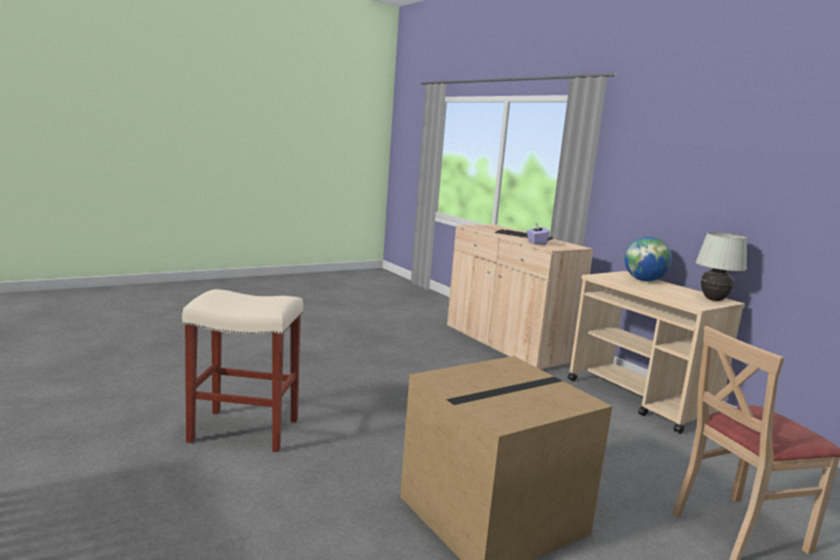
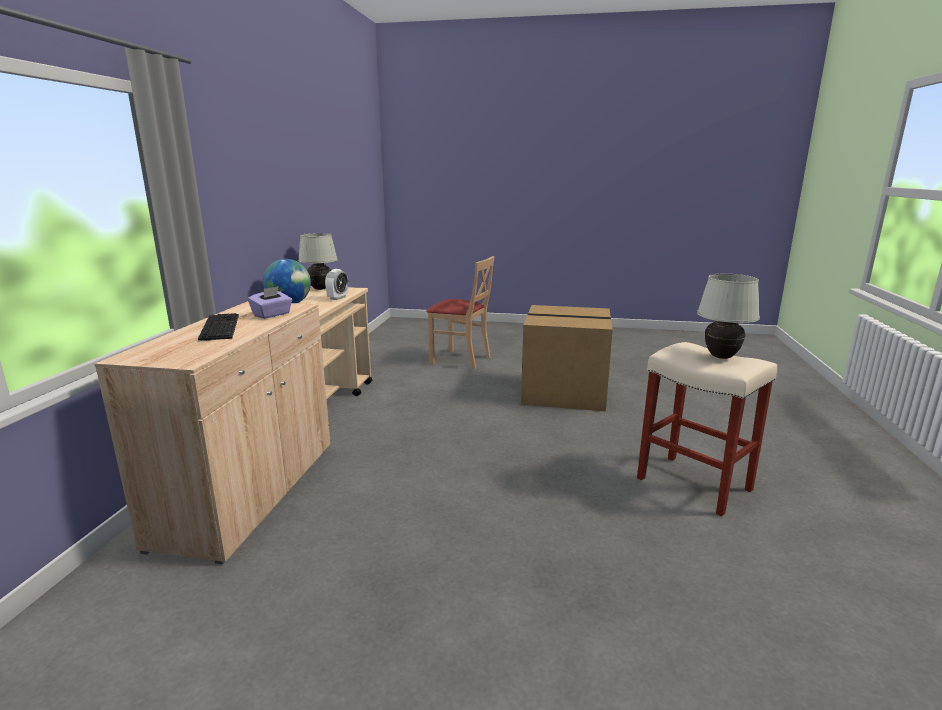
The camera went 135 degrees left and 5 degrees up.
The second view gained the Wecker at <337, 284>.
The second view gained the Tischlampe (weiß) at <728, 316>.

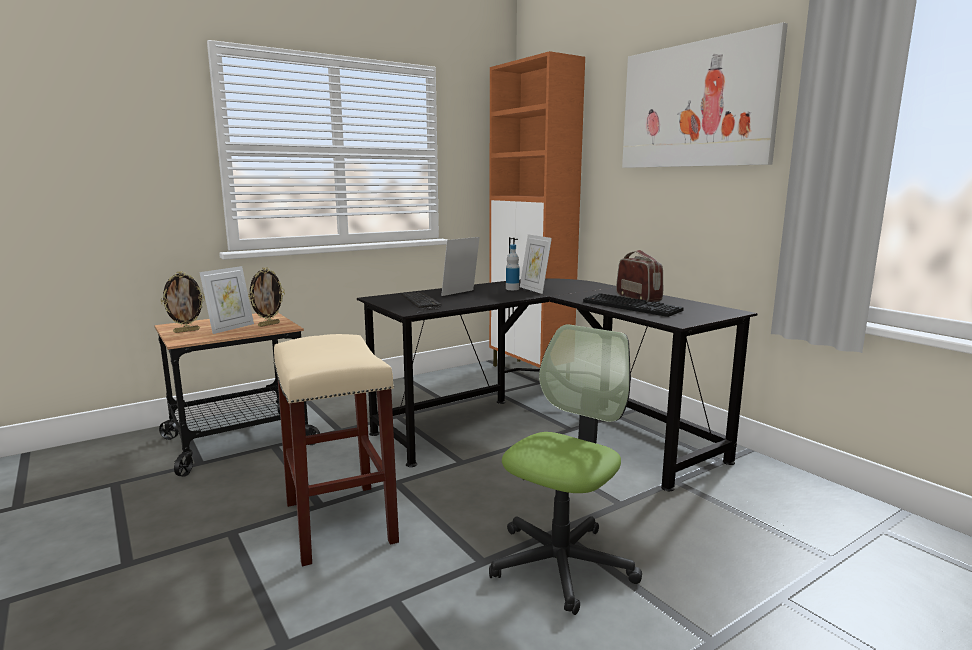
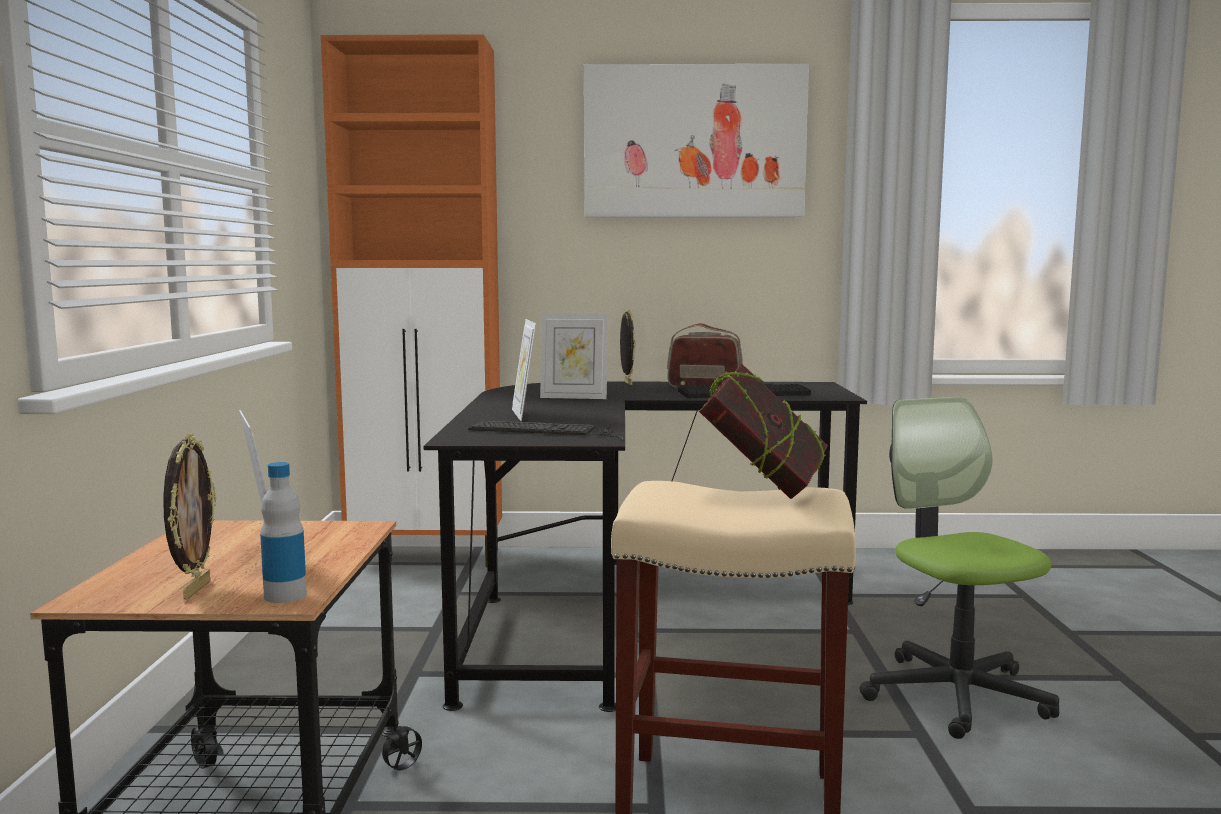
The camera went 55 degrees left and 5 degrees down.
The second view gained the Buch at <763, 431>.
The Bilderrahmen ended up elsewhere, having gone from <266, 297> to <628, 347>.
The Flasche ended up elsewhere, having gone from <512, 267> to <283, 532>.

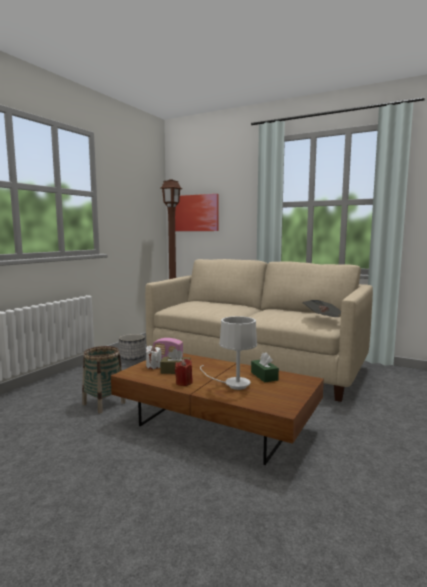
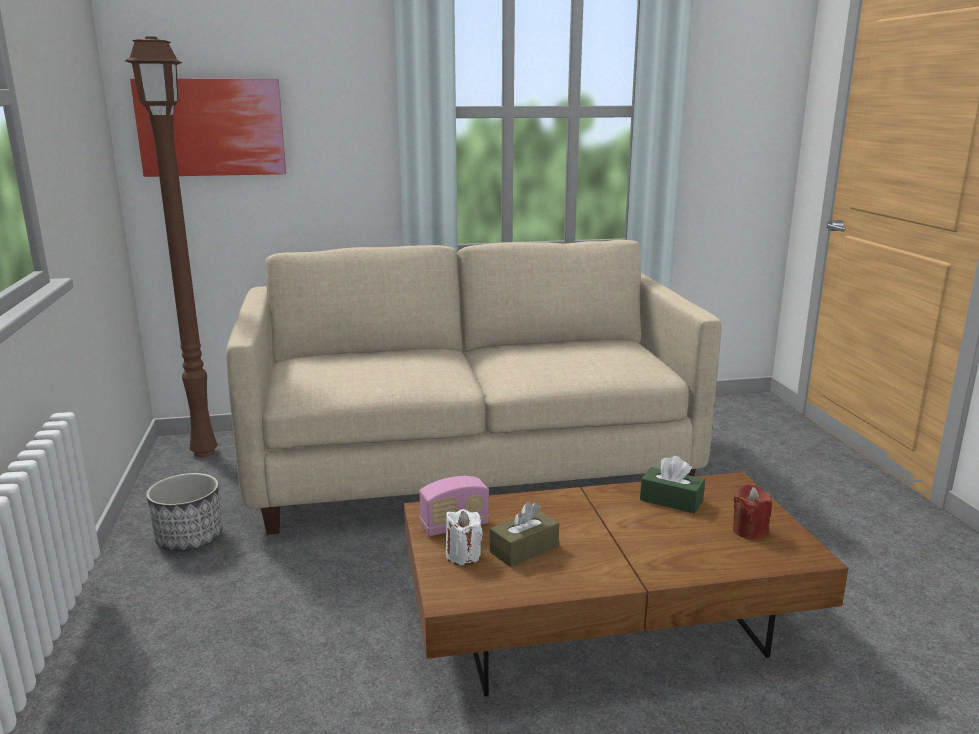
The camera went 40 degrees left and 10 degrees up.
The second view lost the Korb at <104, 379>.
The second view lost the Tischlampe (weiß) at <228, 353>.
The second view lost the Zeitung at <322, 308>.
The Kerze (rot) ended up elsewhere, having gone from <184, 372> to <752, 511>.

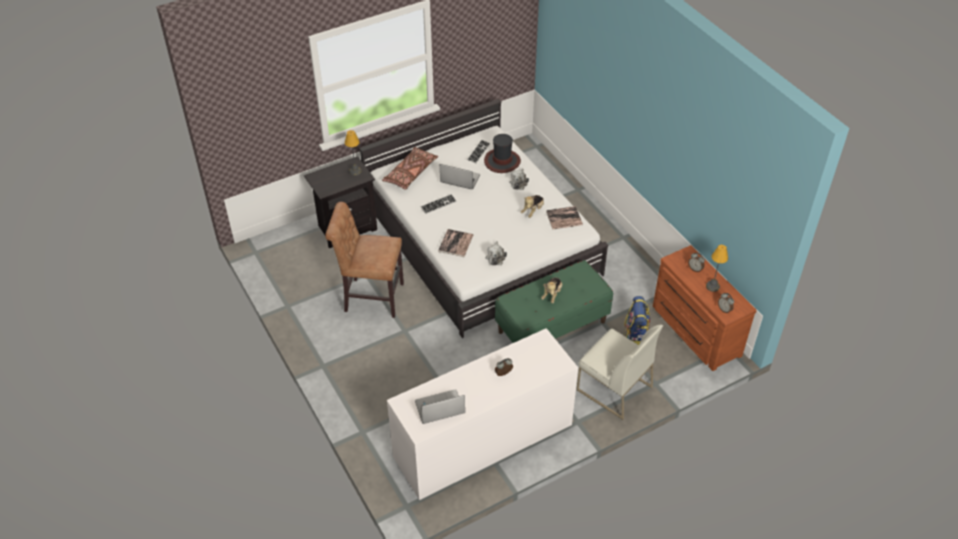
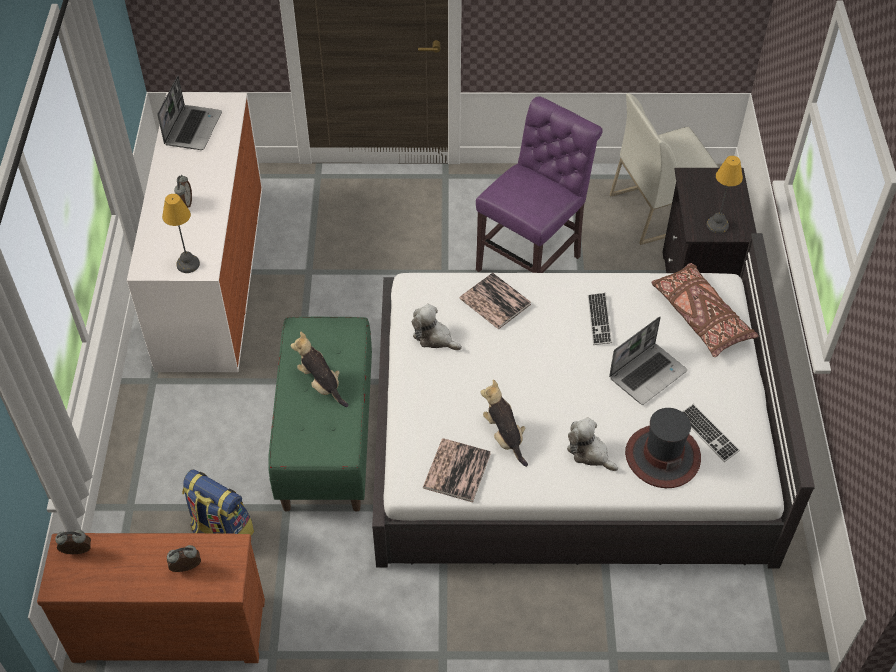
The camera went 120 degrees right and 5 degrees up.
The Stuhl (weiß) ended up elsewhere, having gone from <619, 372> to <664, 169>.
The Tischlampe ended up elsewhere, having gone from <717, 268> to <181, 233>.
What was the Stuhl (braun) at <364, 260> turned into the Stuhl (lila) at <539, 184>.

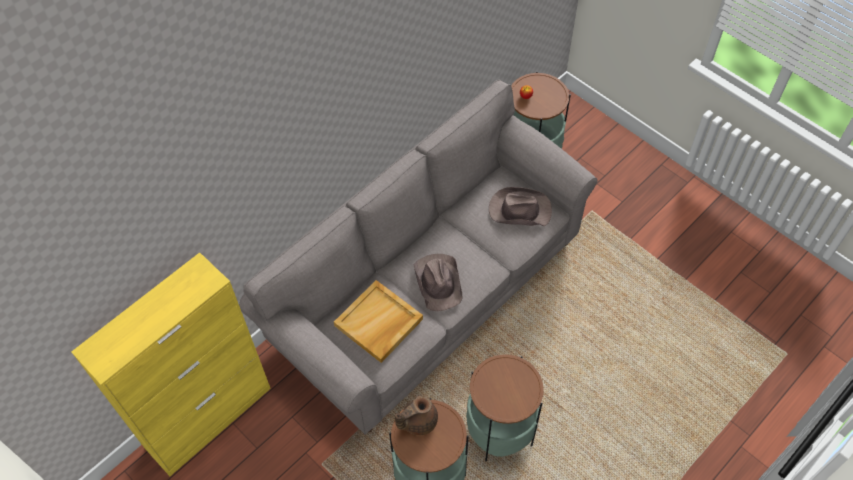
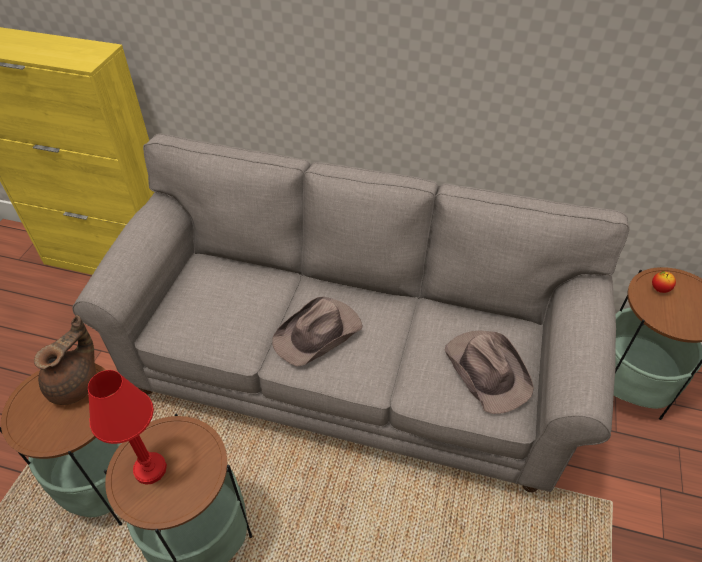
The camera went 60 degrees right and 10 degrees down.
The second view lost the Tablett (beige) at <378, 321>.
The second view gained the Tischlampe (rot) at <127, 427>.
The Teekanne (braun) at <416, 415> ended up facing another way, 90 degrees clockwise from before.

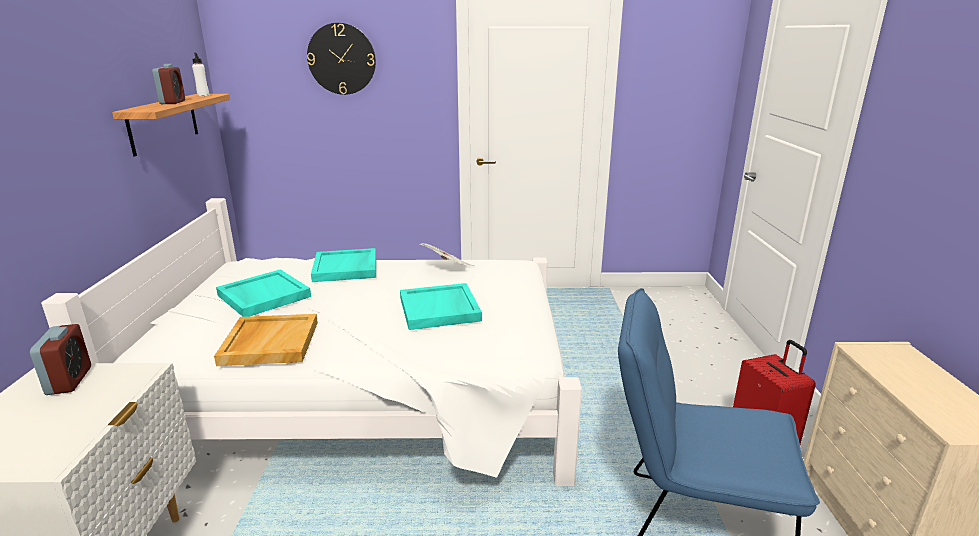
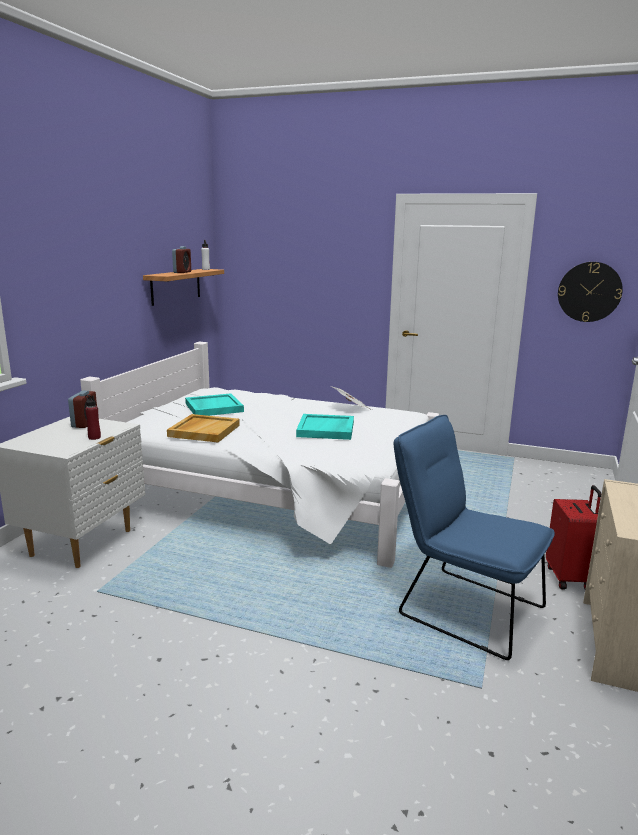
The camera went 20 degrees right and 5 degrees down.
The second view lost the Tablett (türkis) at <343, 265>.
The second view gained the Flasche (rot) at <93, 417>.
The Wanduhr ended up elsewhere, having gone from <341, 59> to <590, 292>.

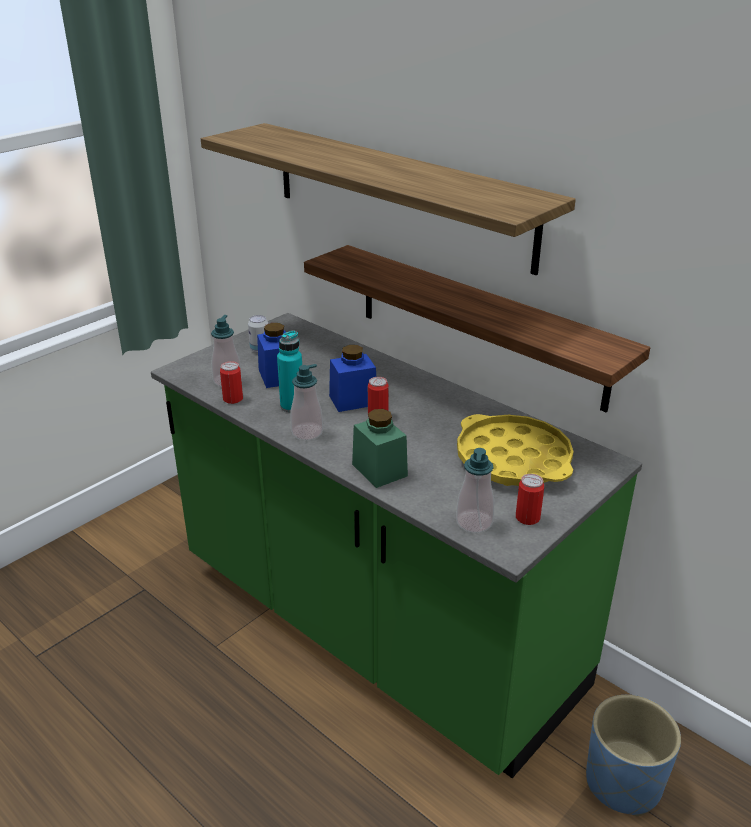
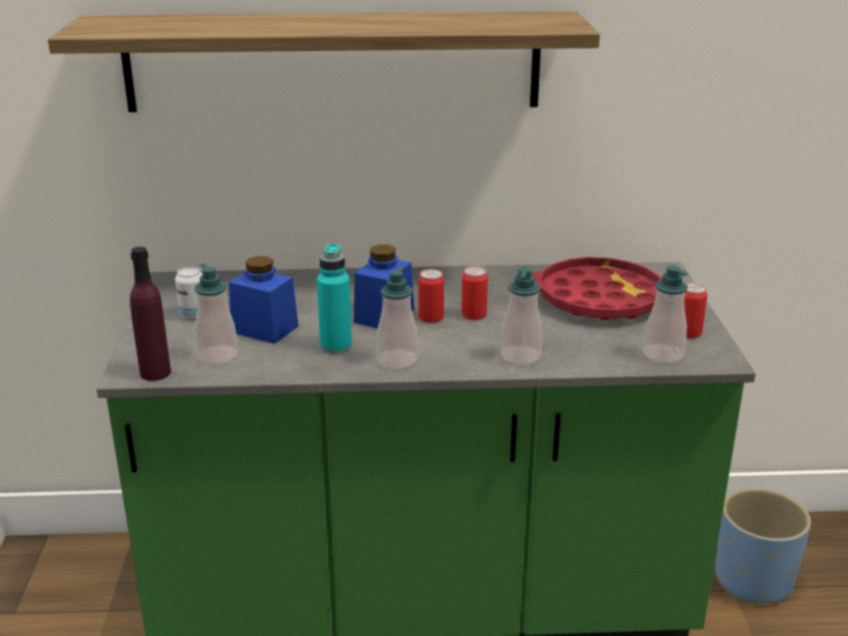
The camera went 45 degrees left and 5 degrees down.
The second view lost the Wandregal at <477, 328>.
The second view gained the Flasche (lila) at <150, 314>.
The Dose ended up elsewhere, having gone from <231, 382> to <474, 293>.
Where the Vorratsglas (grün) stood at <380, 448>, the Seifenspender came to stand at <521, 316>.
What was the Tablett (gelb) at <515, 450> turned into the Tablett (rot) at <596, 288>.

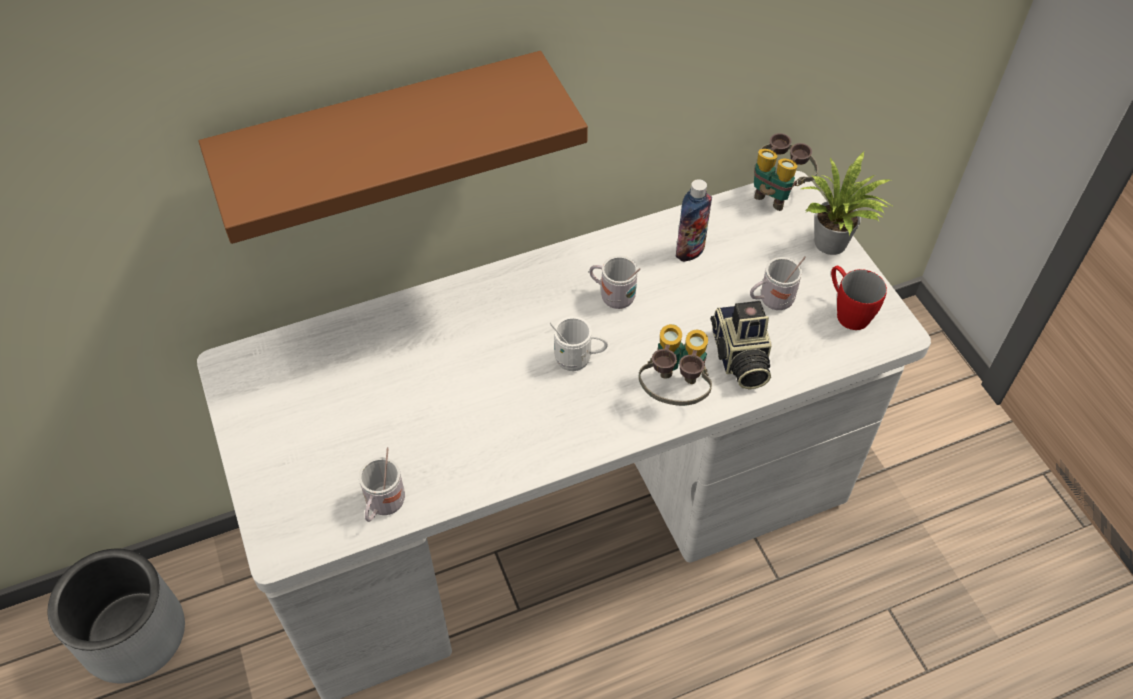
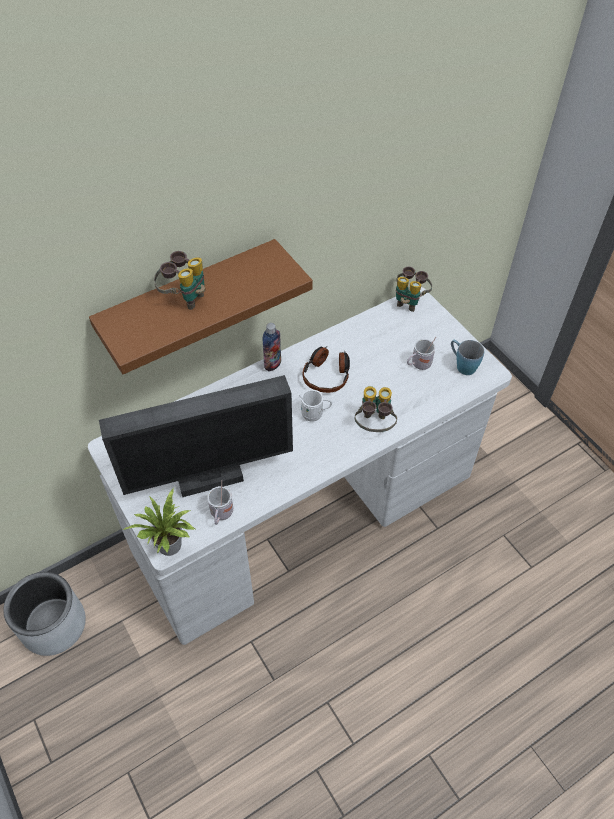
The camera went 10 degrees left and 0 degrees up.
The second view lost the Kamera at <741, 345>.
The second view gained the Monitor at <196, 436>.
The second view gained the Fernglas at <180, 280>.
The Flasche ended up elsewhere, having gone from <694, 220> to <272, 347>.
The Topfpflanze ended up elsewhere, having gone from <847, 203> to <159, 522>.
Where the Henkelbecher (weiß) stood at <614, 282>, the Kopfhörer came to stand at <326, 370>.
What was the Henkelbecher (rot) at <859, 298> turned into the Henkelbecher (blau) at <467, 357>.

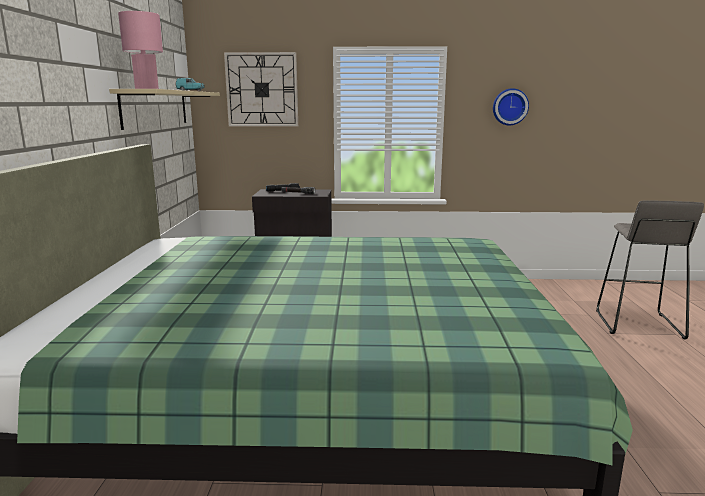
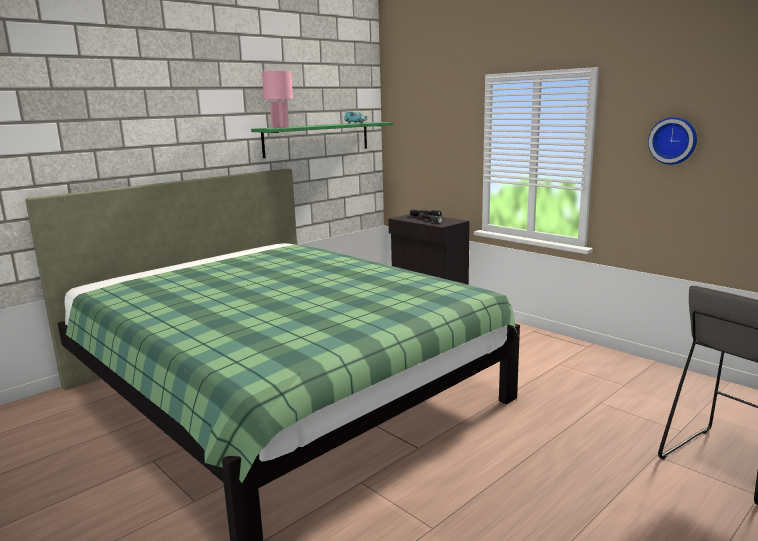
The camera went 45 degrees right and 0 degrees up.
The second view lost the Wanduhr at <261, 89>.
What was the Wandregal (beige) at <164, 109> turned into the Wandregal (grün) at <322, 140>.

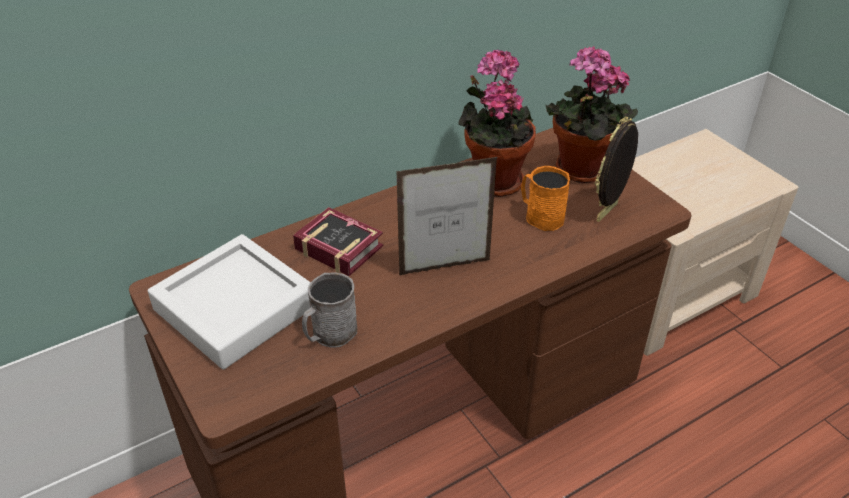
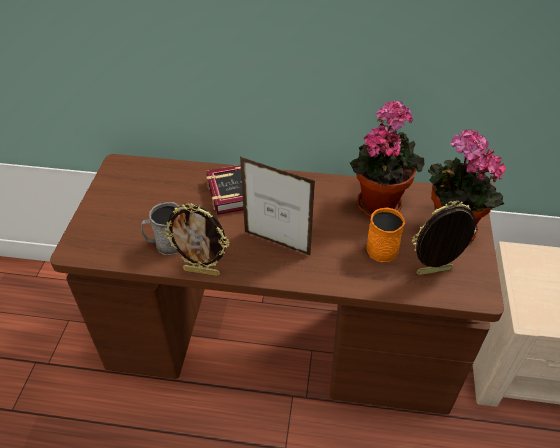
The camera went 40 degrees right and 5 degrees up.
The second view lost the Tablett (weiß) at <229, 302>.
The second view gained the Bilderrahmen at <196, 239>.

